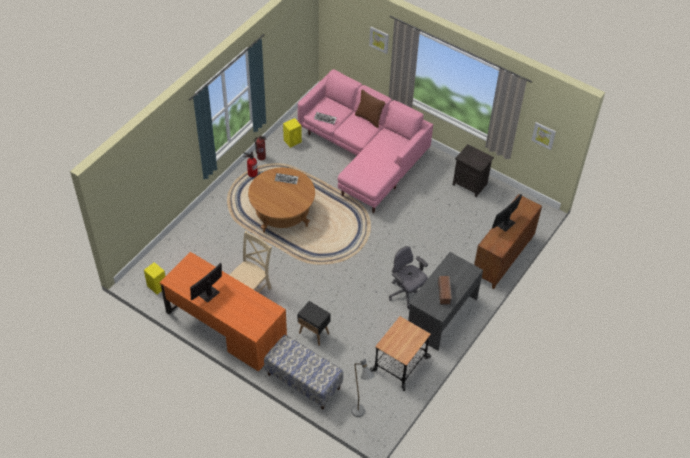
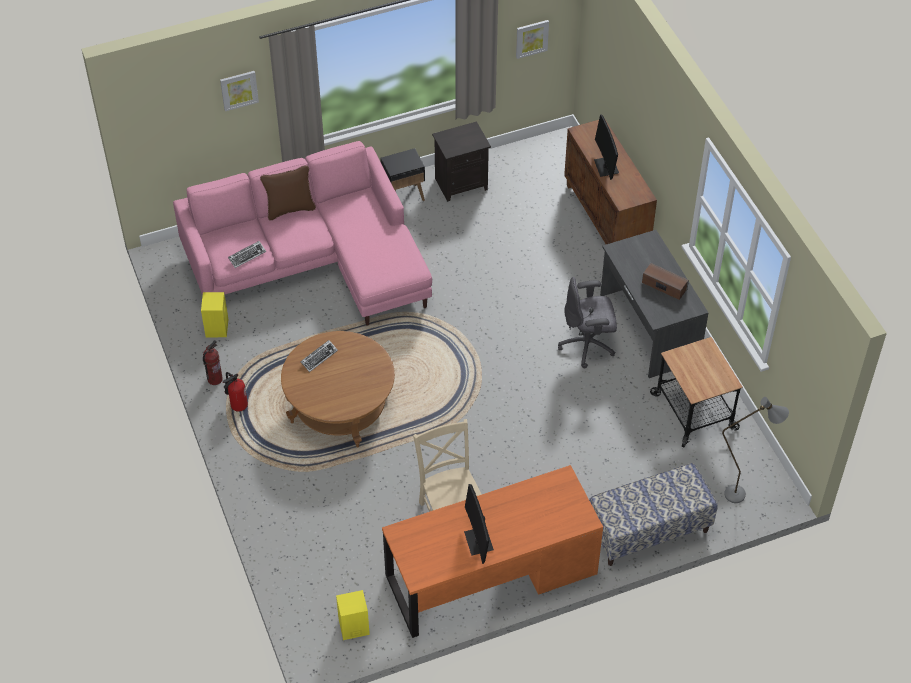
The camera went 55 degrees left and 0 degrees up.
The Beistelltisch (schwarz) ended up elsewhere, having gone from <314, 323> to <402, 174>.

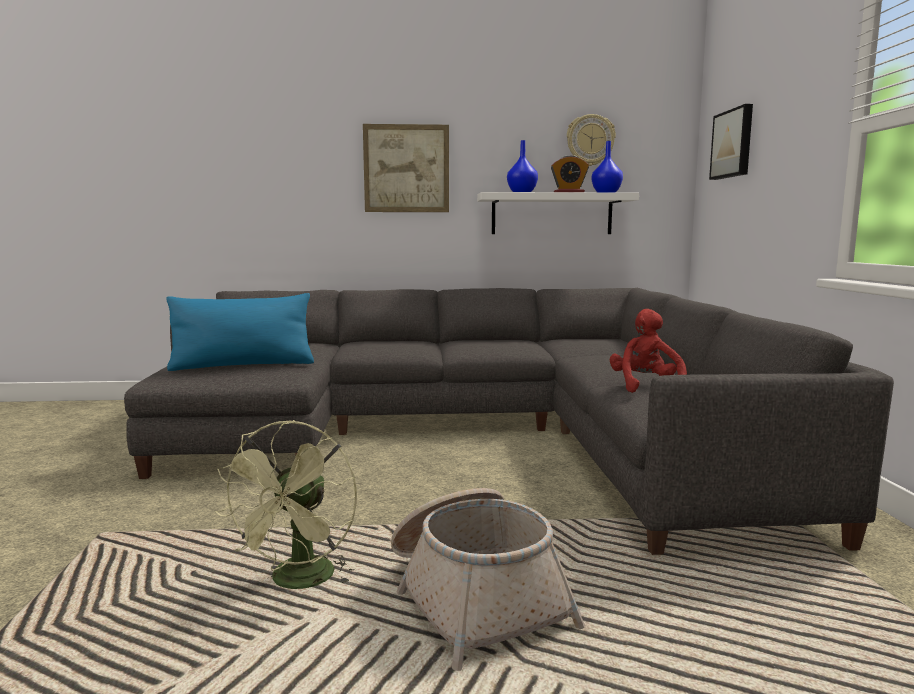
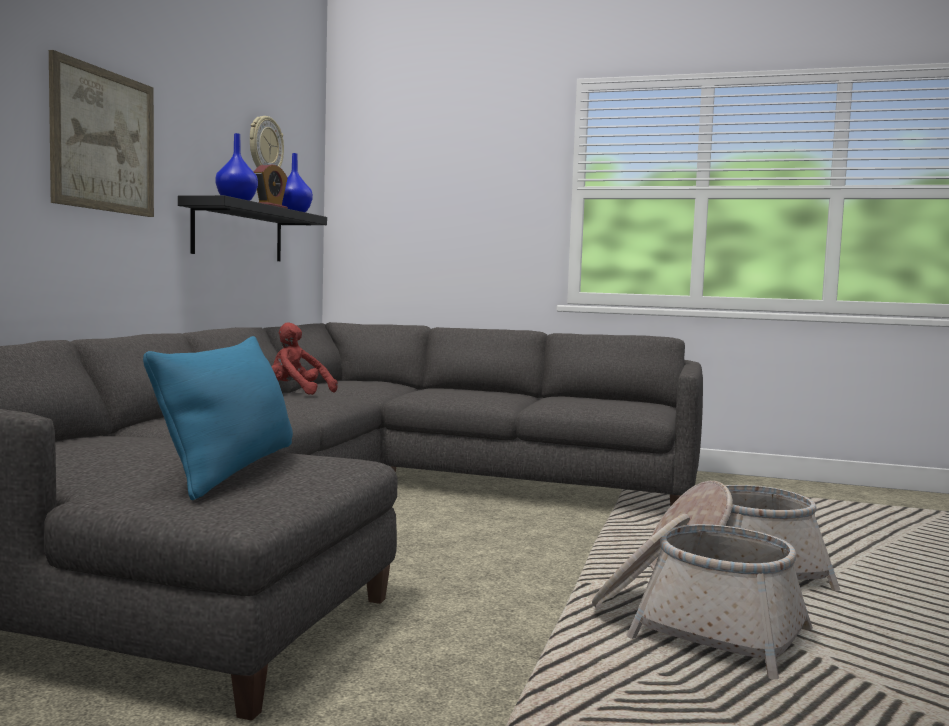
The camera went 70 degrees left and 5 degrees down.
The second view lost the Bild at <731, 142>.
The Plüschtier (rot) ended up elsewhere, having gone from <648, 351> to <304, 358>.
Where the Ventilator (grün) stood at <286, 504>, the Korb came to stand at <702, 596>.
What was the Wandregal (weiß) at <558, 213> turned into the Wandregal (schwarz) at <252, 228>.

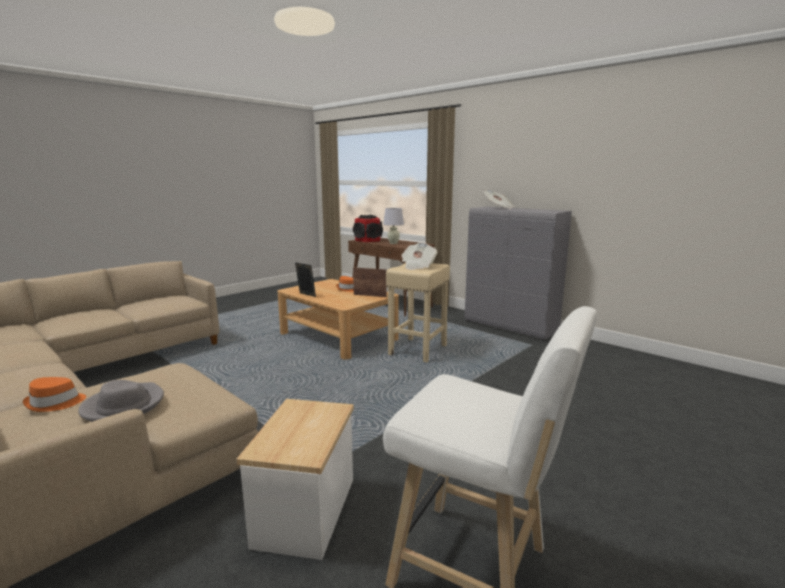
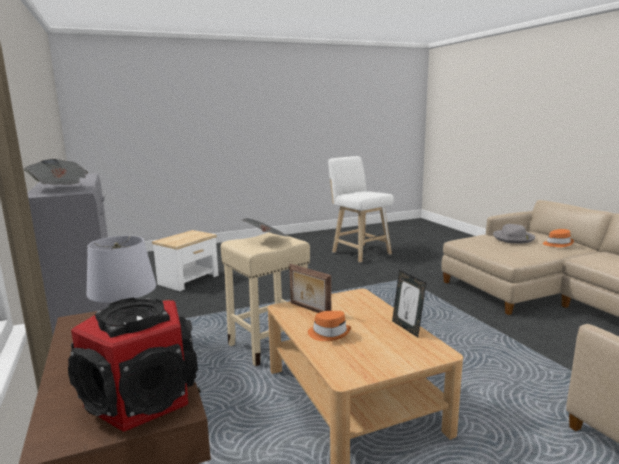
The camera went 155 degrees left and 0 degrees up.
The Beistelltisch ended up elsewhere, having gone from <295, 479> to <185, 260>.

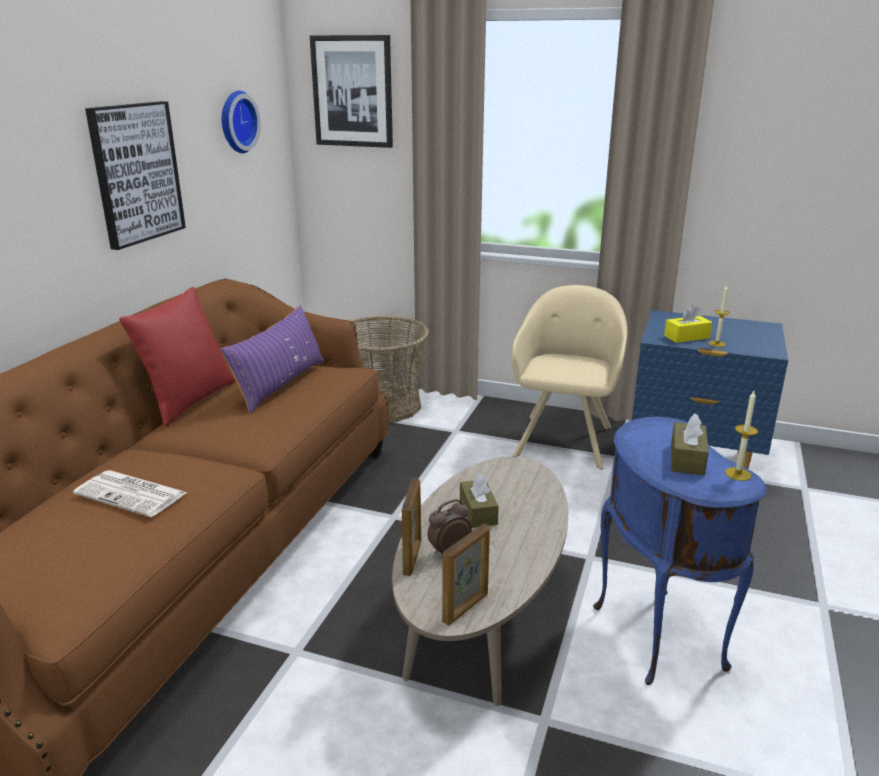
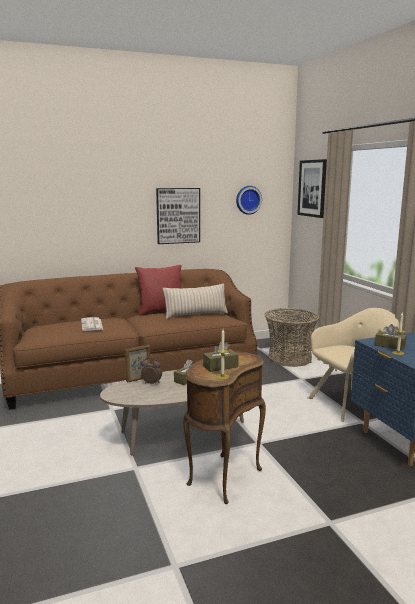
The camera went 50 degrees right and 10 degrees down.
The second view lost the Bilderrahmen at <466, 574>.
What was the Kissen (lila) at <272, 359> turned into the Kissen (beige) at <195, 301>.
What was the Beistelltisch (blau) at <679, 551> turned into the Beistelltisch (braun) at <224, 428>.
What was the Taschentuchbox (gelb) at <688, 324> turned into the Taschentuchbox (braun) at <391, 337>.

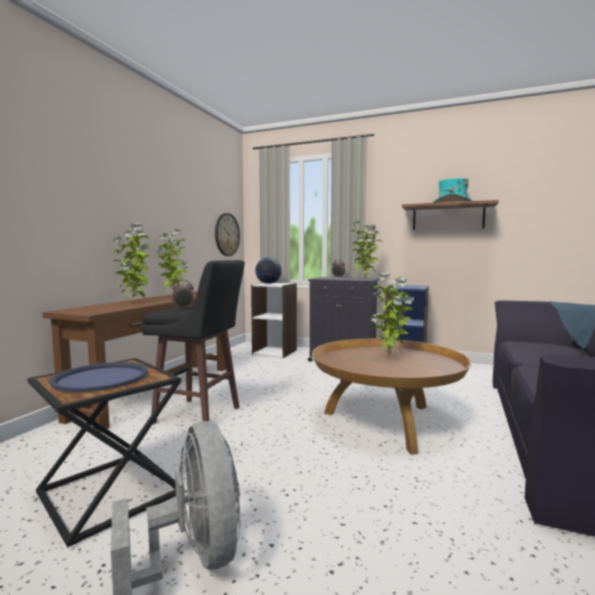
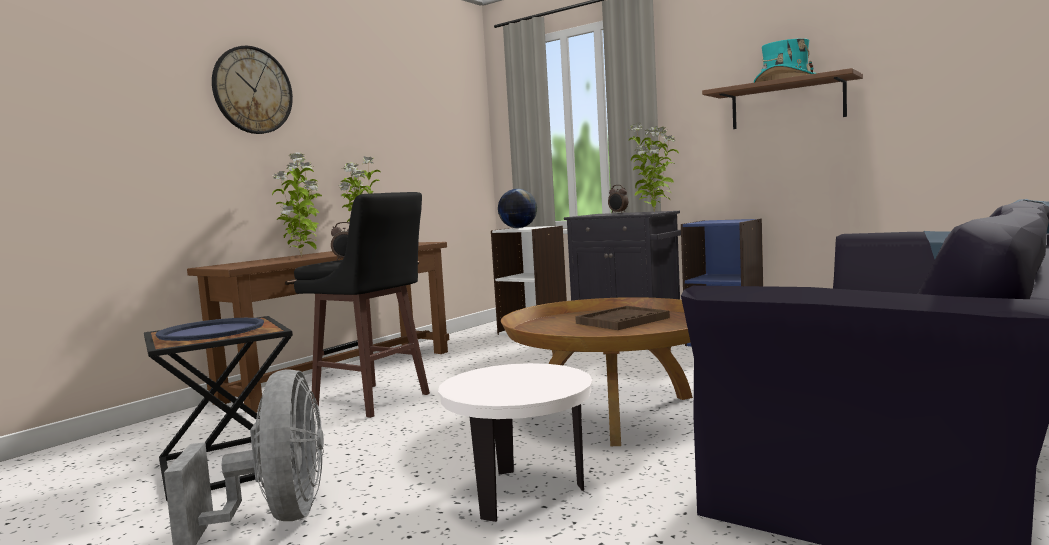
The camera went 15 degrees right and 0 degrees up.
The second view gained the Beistelltisch (weiß) at <515, 442>.
The Wanduhr ended up elsewhere, having gone from <227, 234> to <252, 90>.
Where the Topfpflanze stood at <392, 314>, the Tablett (braun) came to stand at <622, 318>.

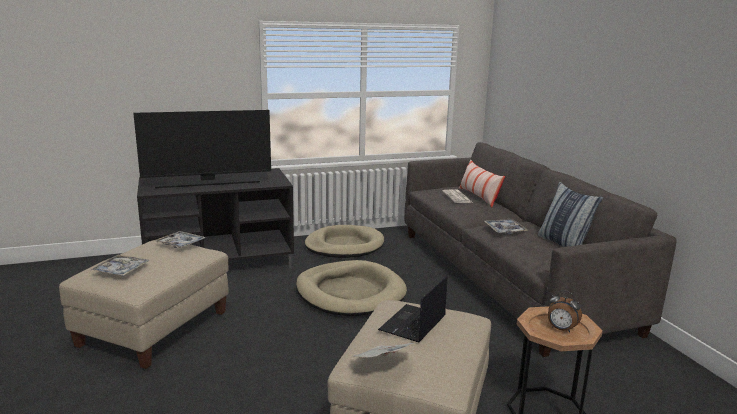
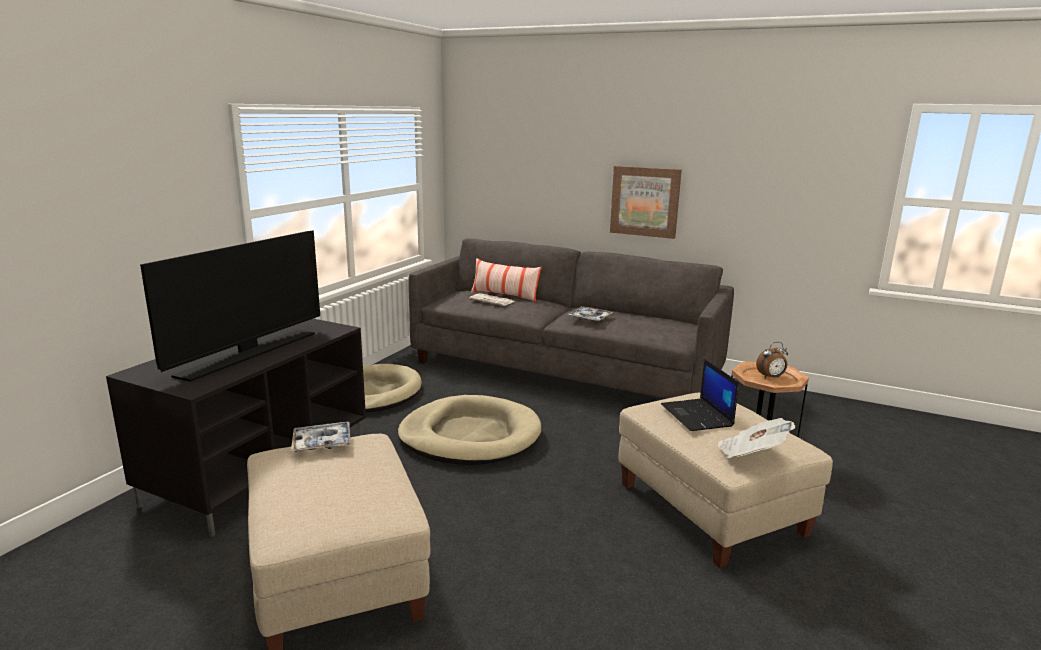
The camera went 45 degrees left and 0 degrees up.
The second view lost the Tablett at <120, 265>.
The second view lost the Kissen at <571, 214>.
The second view gained the Bild at <646, 202>.

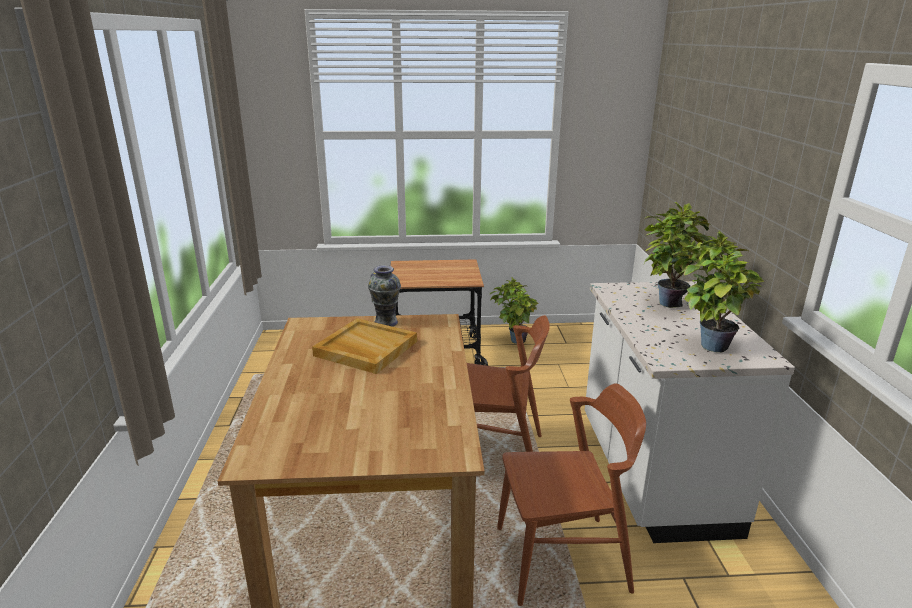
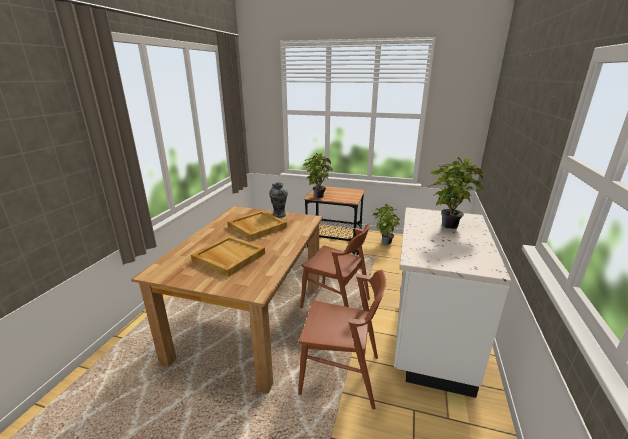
The camera went 20 degrees right and 0 degrees up.
The second view gained the Tablett (beige) at <228, 256>.
The Topfpflanze ended up elsewhere, having gone from <718, 291> to <318, 175>.

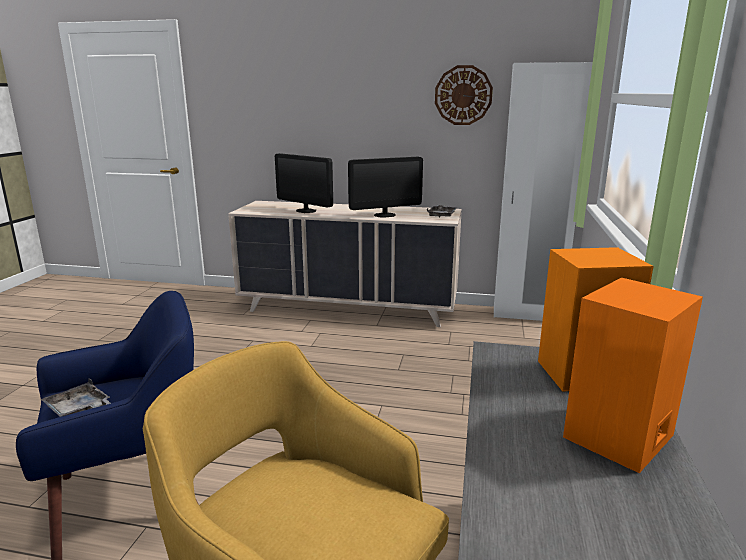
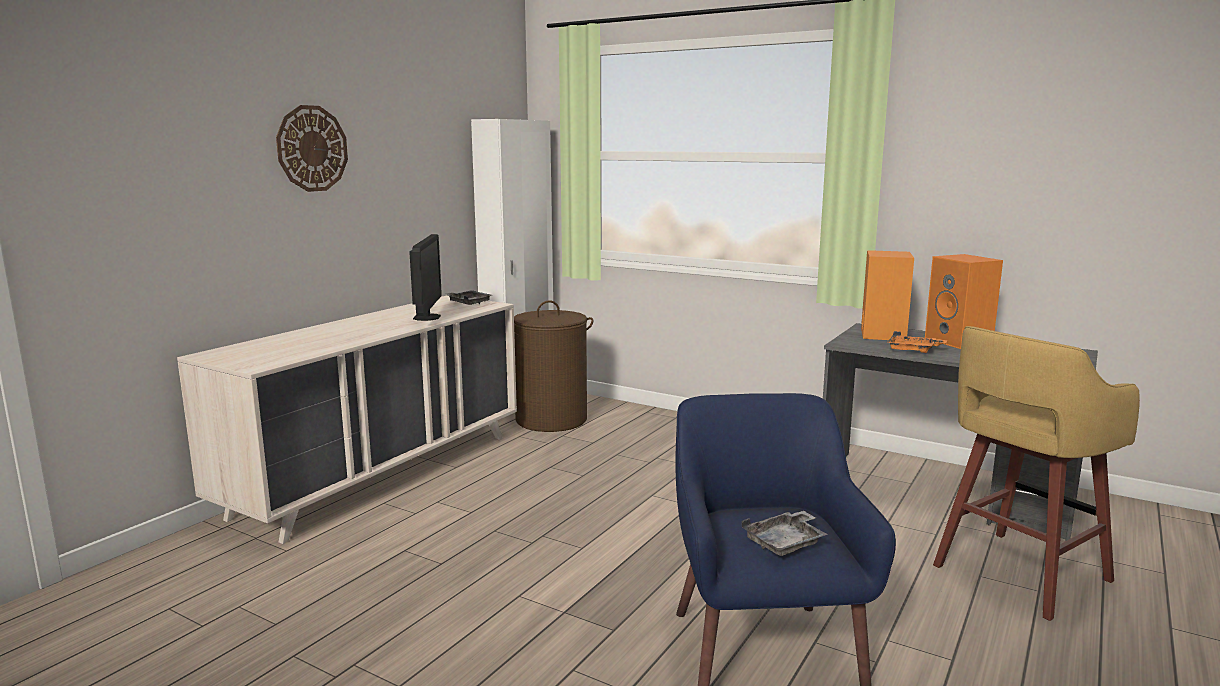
The camera went 70 degrees left and 5 degrees down.
The second view lost the Monitor at <304, 183>.
The second view gained the Wäschekorb (braun) at <553, 366>.
The second view gained the Tablett (orange) at <917, 342>.
The Wanduhr ended up elsewhere, having gone from <464, 95> to <312, 148>.

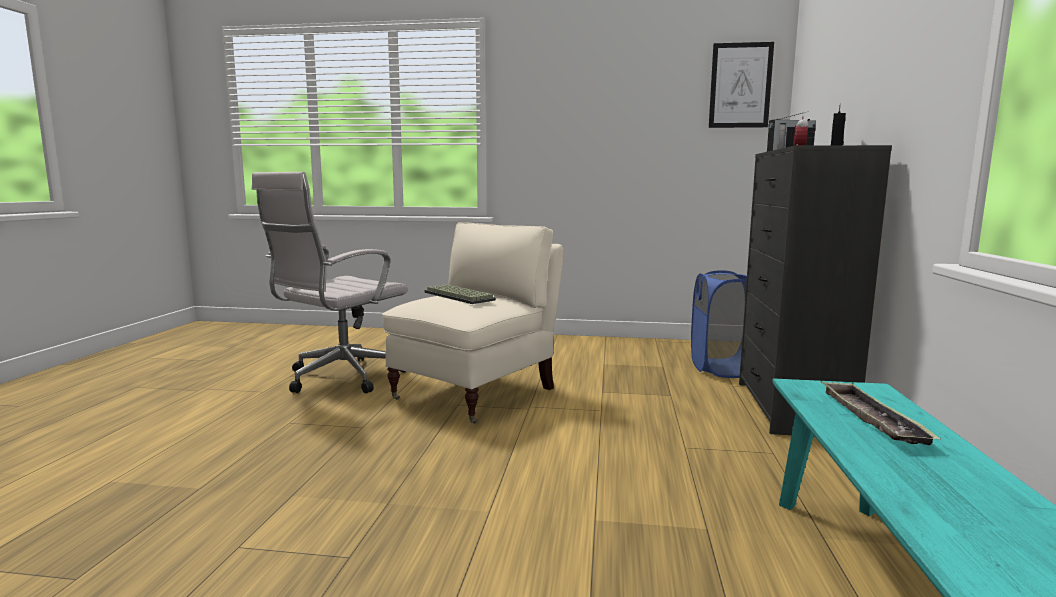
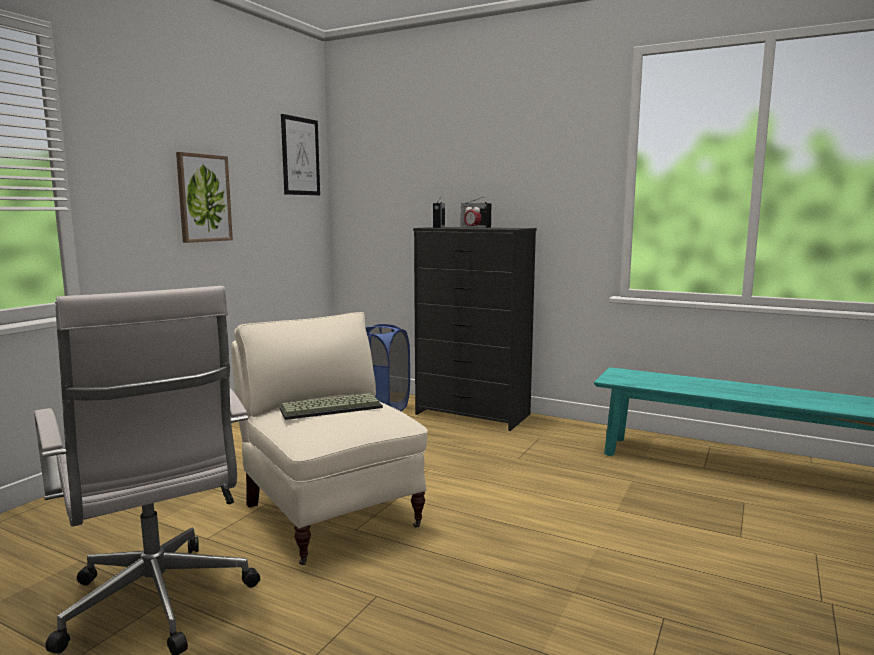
The camera went 70 degrees left and 0 degrees up.
The second view lost the Tablett at <881, 413>.
The second view gained the Bild at <204, 197>.

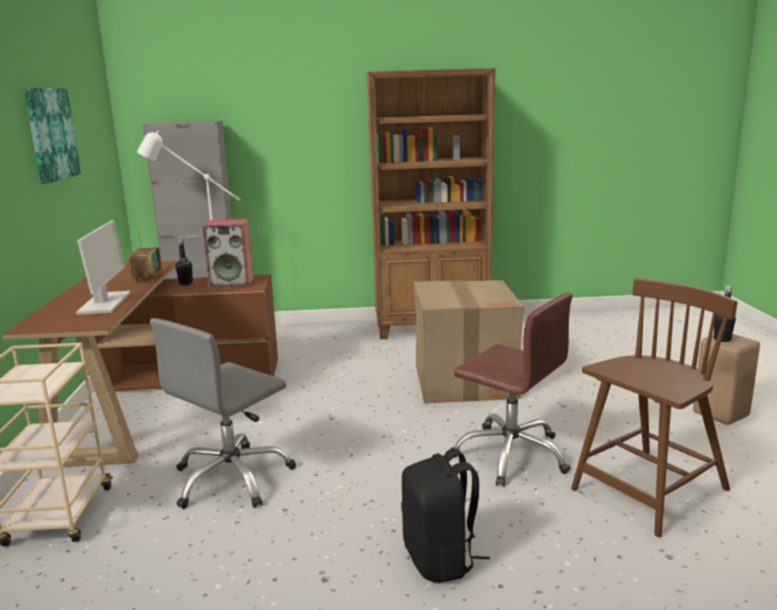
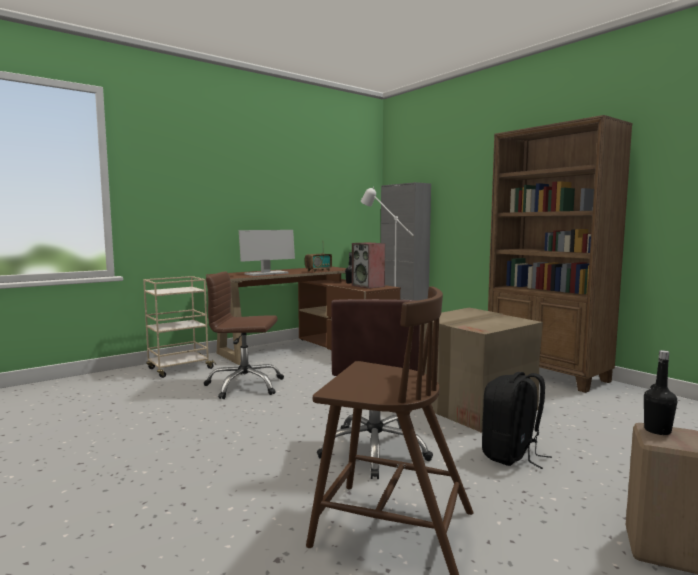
The camera went 55 degrees right and 10 degrees down.
The second view lost the Bild at <52, 136>.
The Rucksack (schwarz) ended up elsewhere, having gone from <445, 516> to <517, 420>.
What was the Bürostuhl (grau) at <223, 413> turned into the Bürostuhl (braun) at <244, 335>.

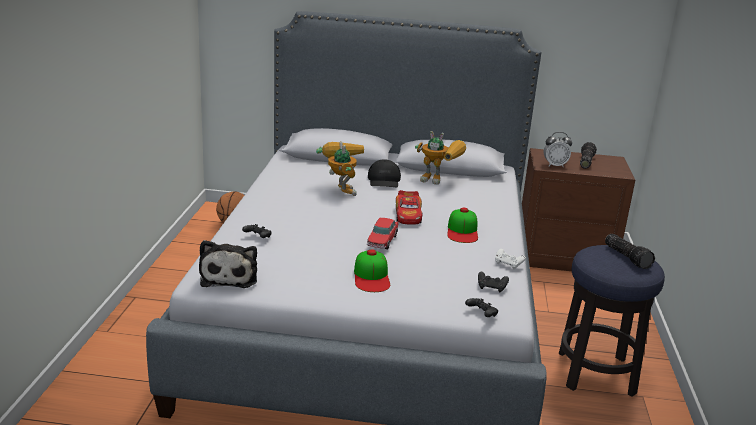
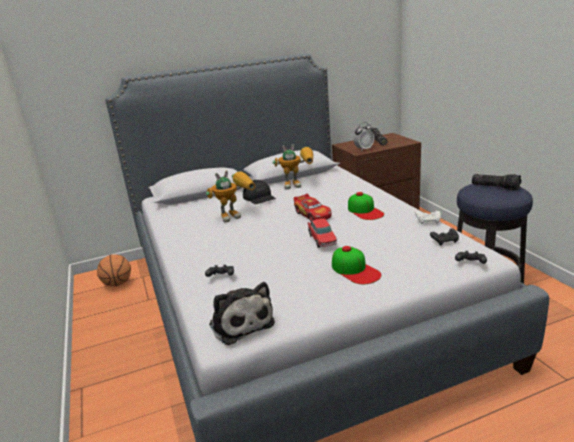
The camera went 25 degrees left and 0 degrees up.
The Spielzeugroboter at <340, 168> ended up facing another way, 105 degrees clockwise from before.

